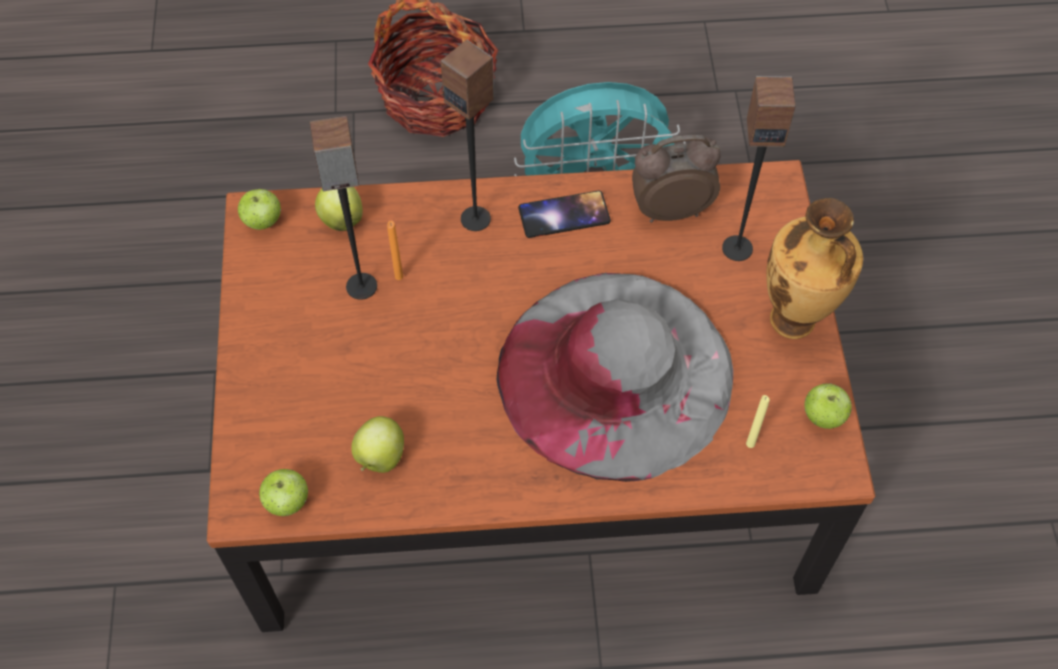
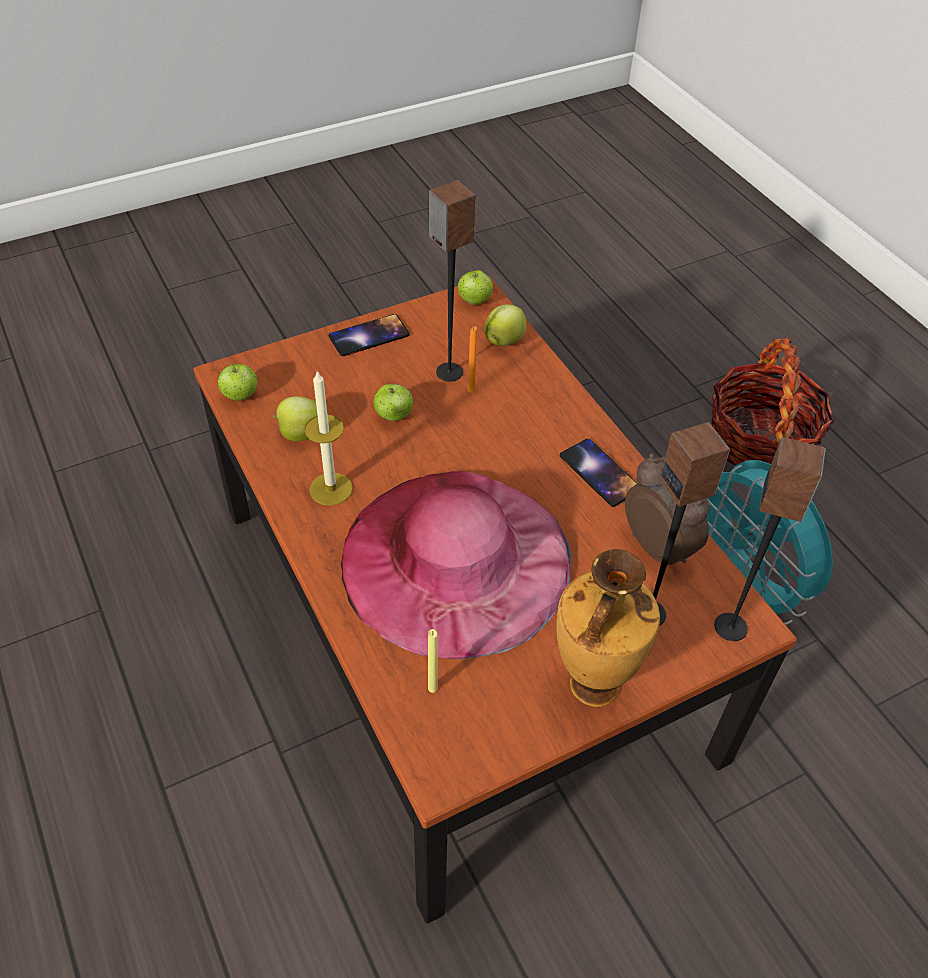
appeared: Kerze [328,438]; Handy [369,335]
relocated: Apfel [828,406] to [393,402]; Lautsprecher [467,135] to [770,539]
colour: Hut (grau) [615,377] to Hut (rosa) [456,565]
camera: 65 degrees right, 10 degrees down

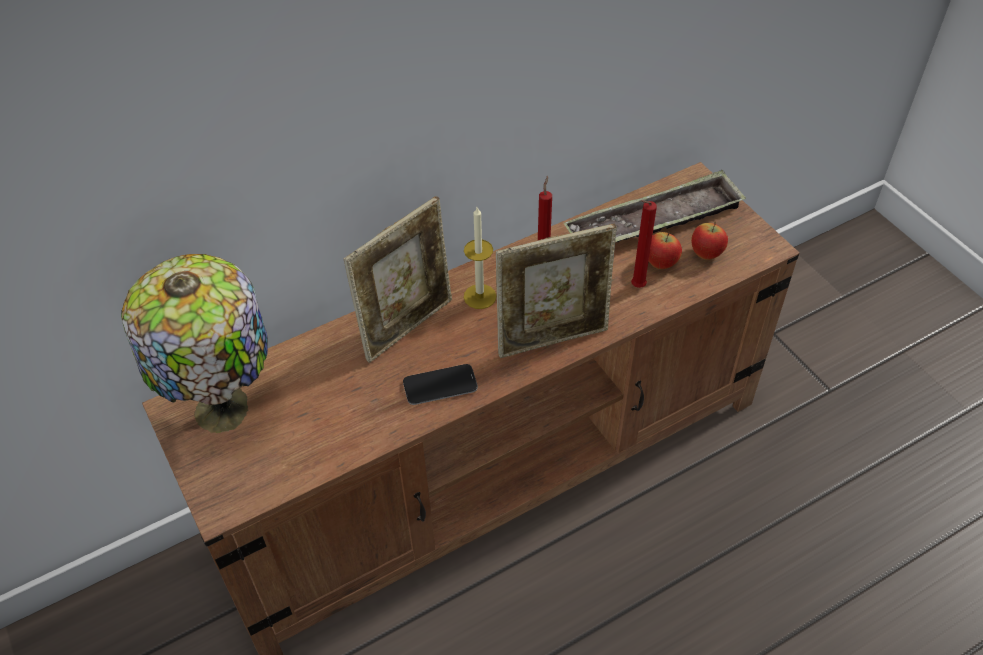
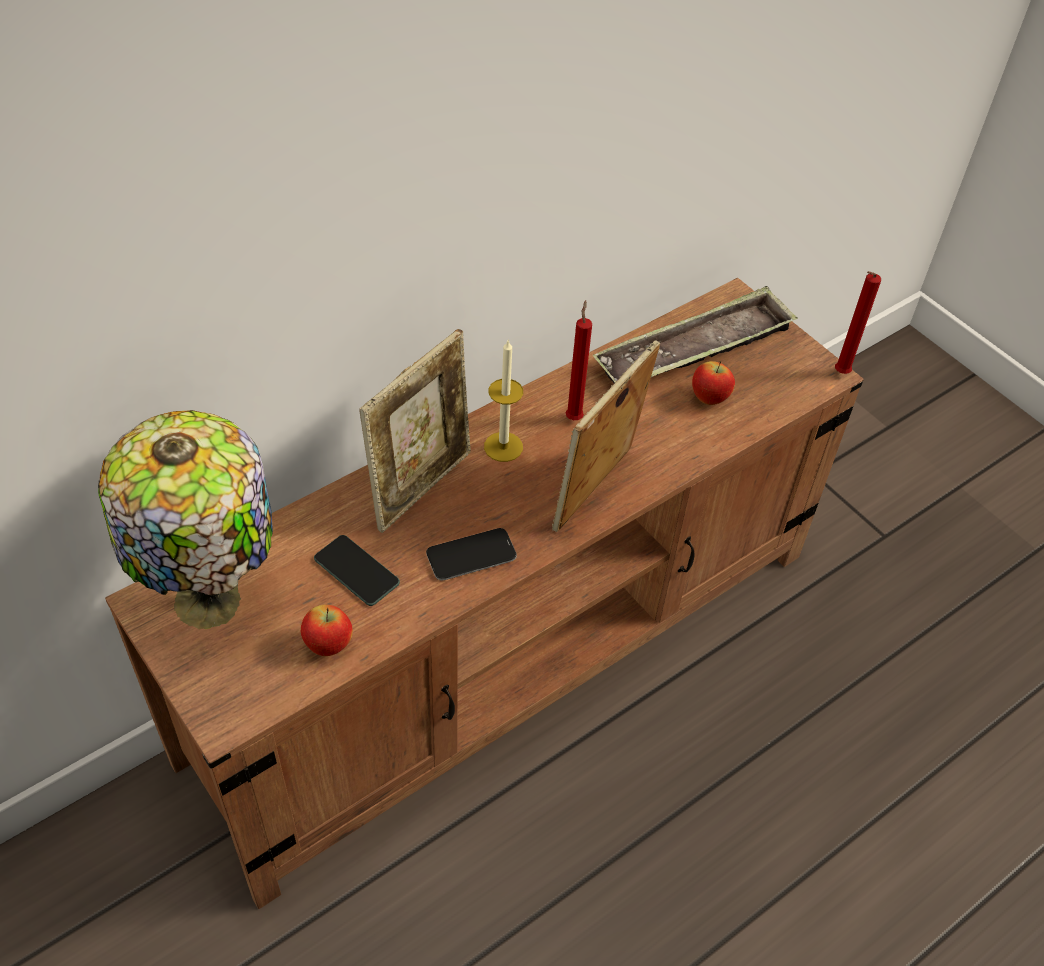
appeared: Handy [357,570]
relocated: Apfel [709,241] to [327,630]; Kerze (rot) [644,244] to [858,322]
spun: Bilderrahmen [556,291] = [606,436] 150 degrees clockwise
camera: 10 degrees left, 0 degrees up

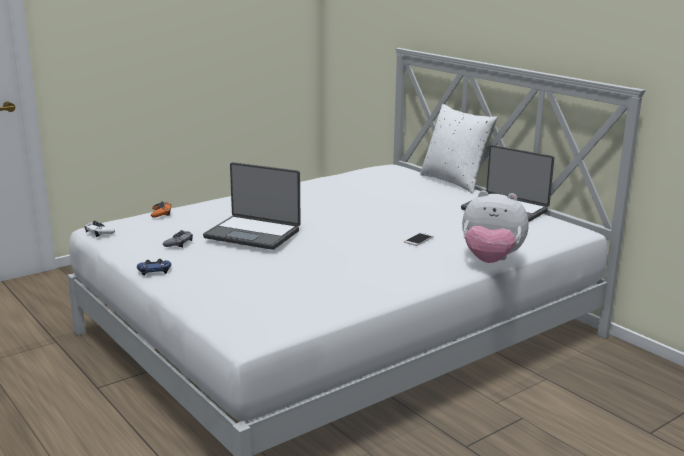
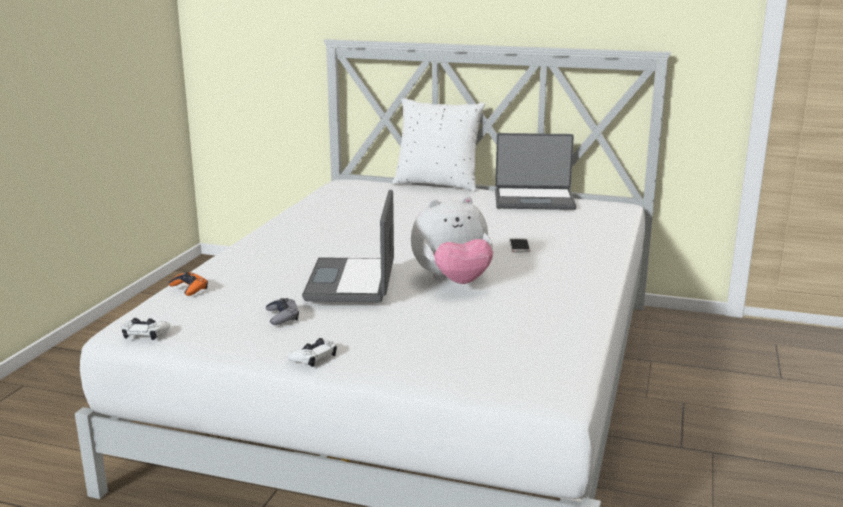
relocated: Plüschtier [495,226] to [452,240]
colour: Gamepad (blau) [154,267] to Gamepad (weiß) [312,352]
spun: Laptop [252,206] = [348,246] 105 degrees clockwise
camera: 35 degrees left, 0 degrees up

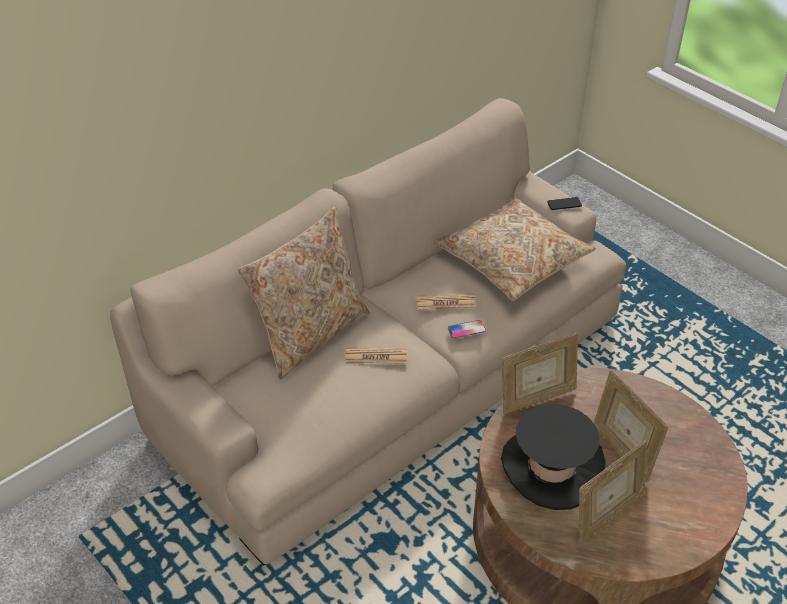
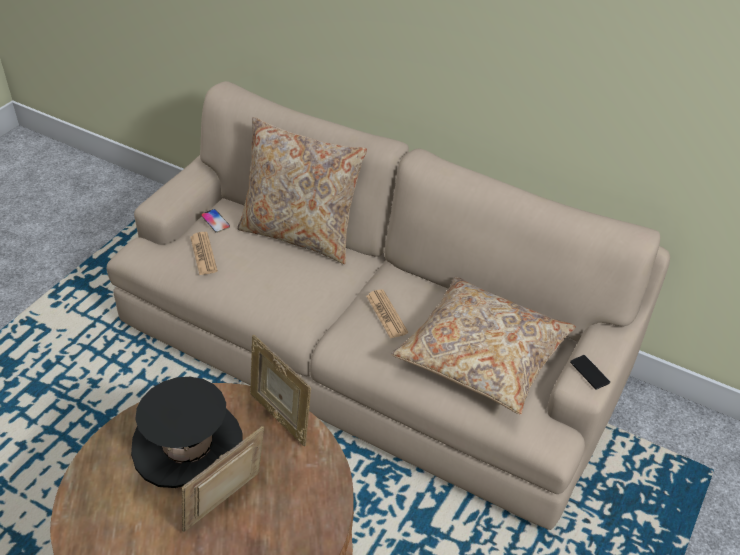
missing: Bilderrahmen [613,491]
relocated: Zeitung [376,355] to [204,253]; Handy [467,329] to [215,221]
camera: 70 degrees right, 0 degrees up

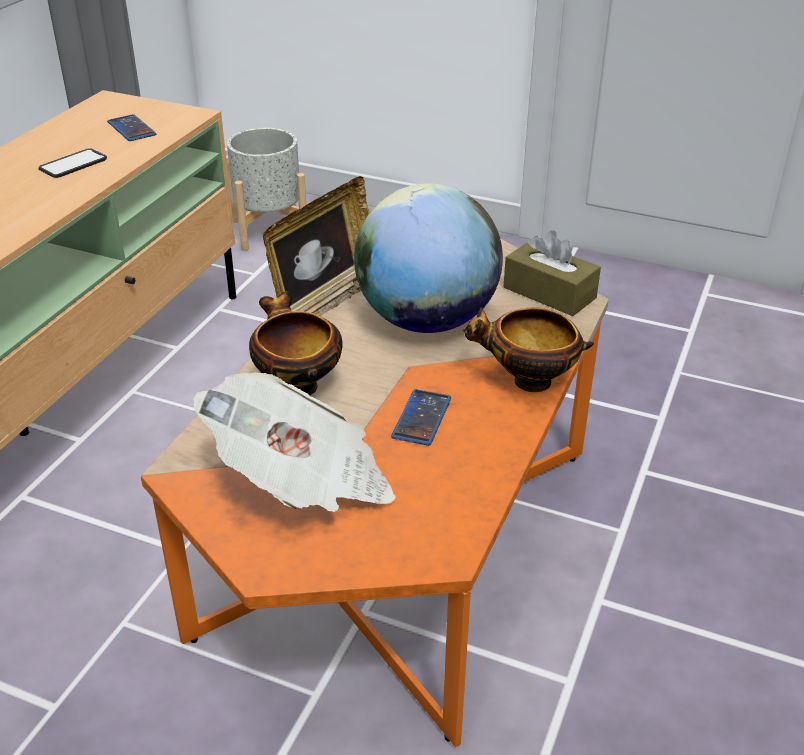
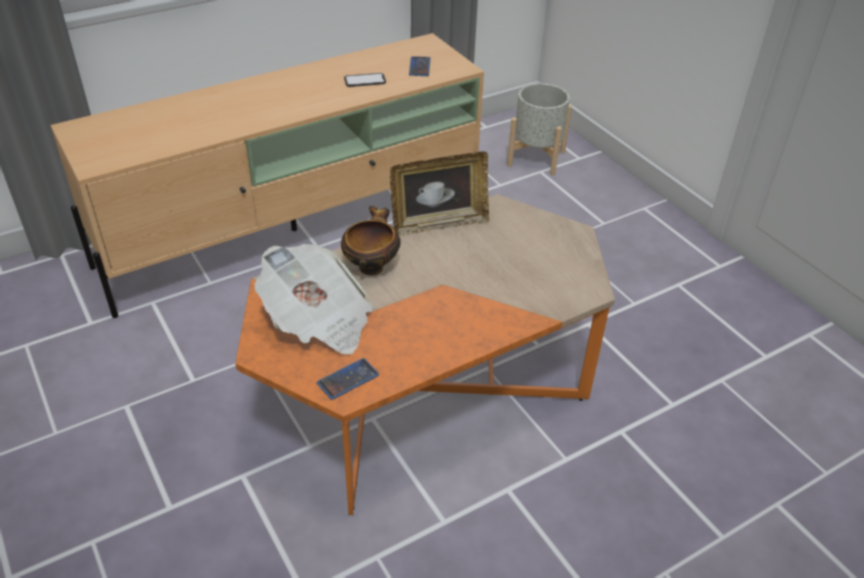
missing: Globus [428,258]; Schüssel [528,349]; Taschentuchbox (braun) [552,273]
relocated: Handy [421,417] to [348,379]
camera: 35 degrees right, 5 degrees up

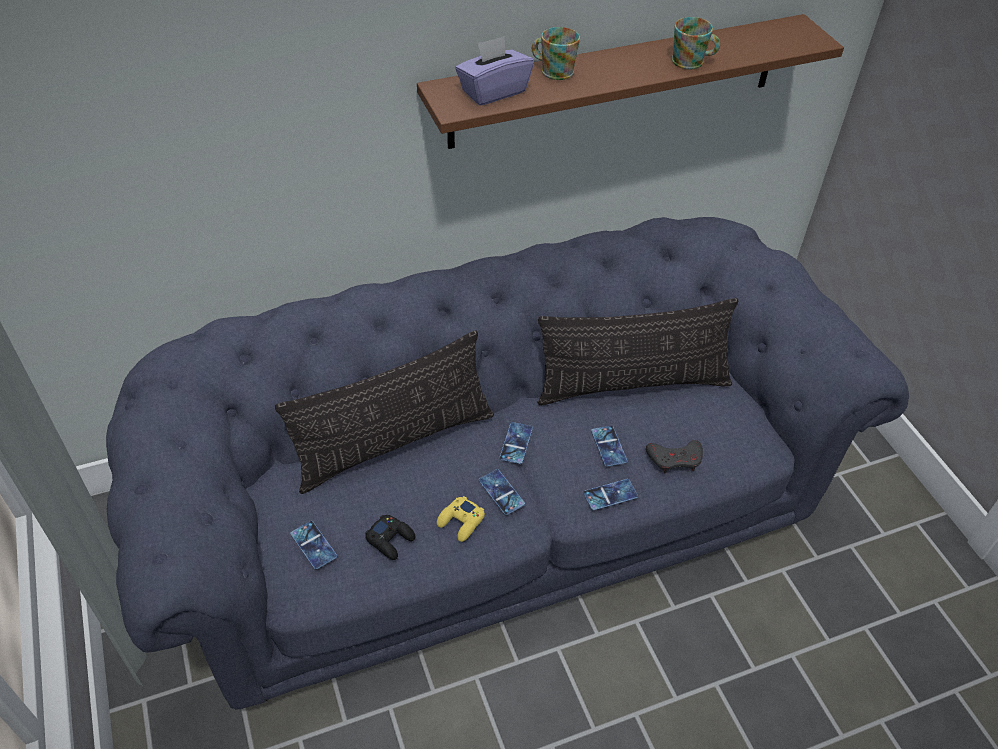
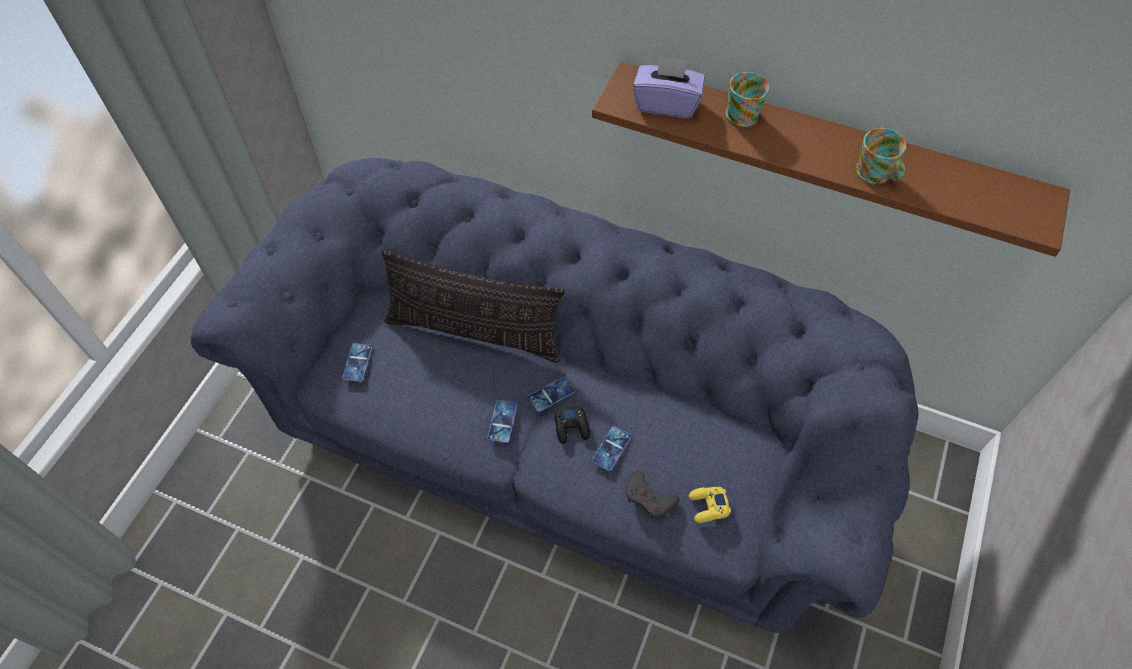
missing: Kissen [637,351]; Handy [610,495]
relocated: Gamepad (schwarz) [390,537] to [572,425]; Gamepad (gelb) [461,519] to [710,505]
camera: 45 degrees right, 10 degrees up

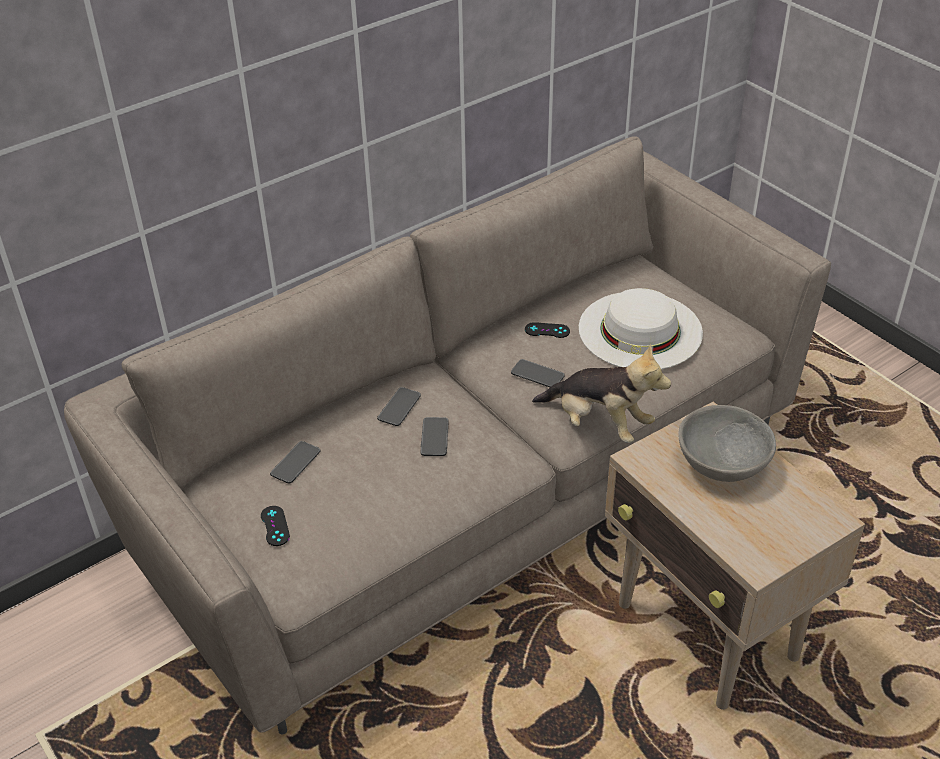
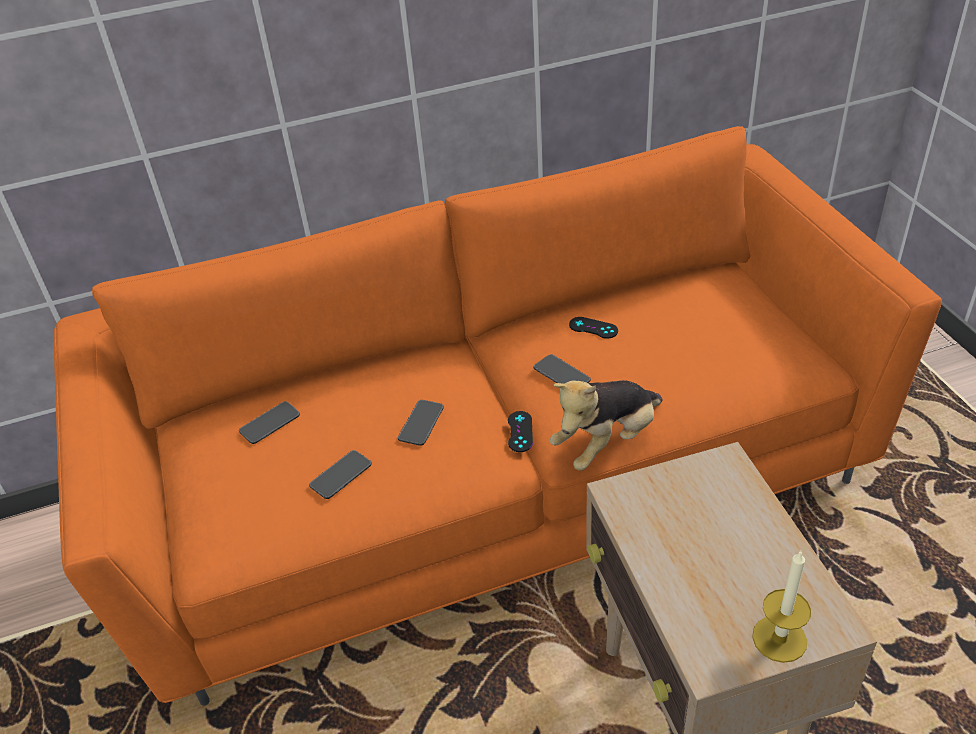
missing: Hut (weiß) [641,328]; Schüssel (grau) [727,443]
appeared: Kerze [781,607]
relocated: Handy [399,406] to [340,474]; Gamepad (schwarz) [275,526] to [520,431]
colour: Sofa (beige) [447,435] to Sofa (orange) [497,416]
spun: Plüschtier [601,393] = [606,425] 90 degrees clockwise
camera: 20 degrees right, 0 degrees up

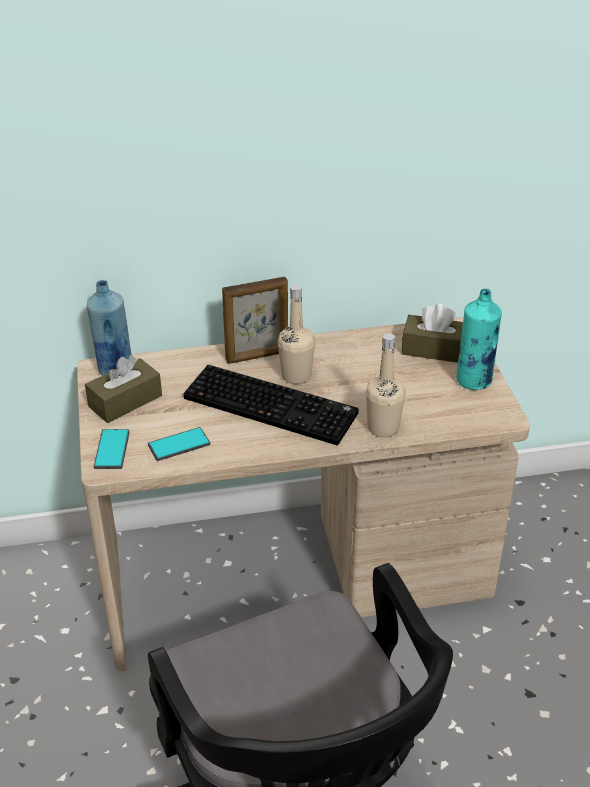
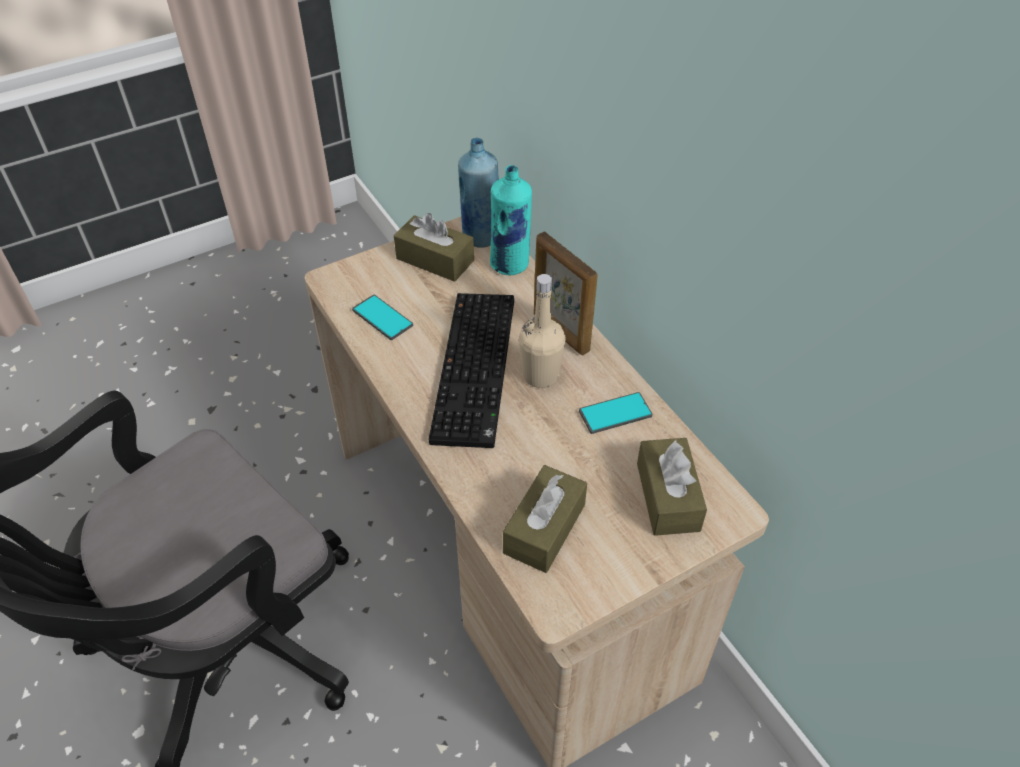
missing: Flasche (beige) [385,385]
appeared: Taschentuchbox (braun) [545,519]
relocated: Flasche (türkis) [479,339] to [511,220]; Handy [111,449] to [615,413]
camera: 70 degrees right, 10 degrees up

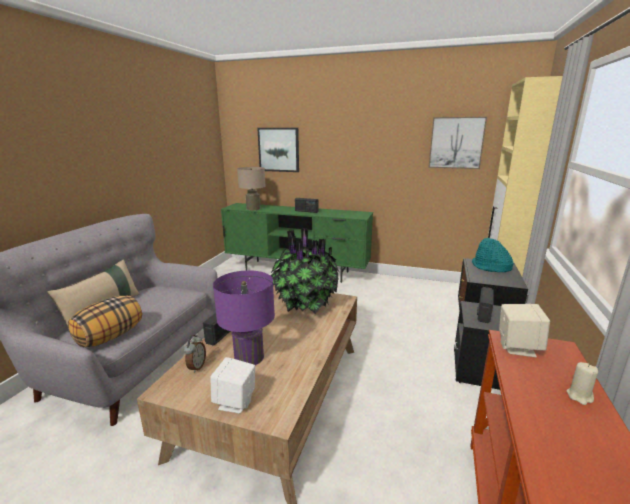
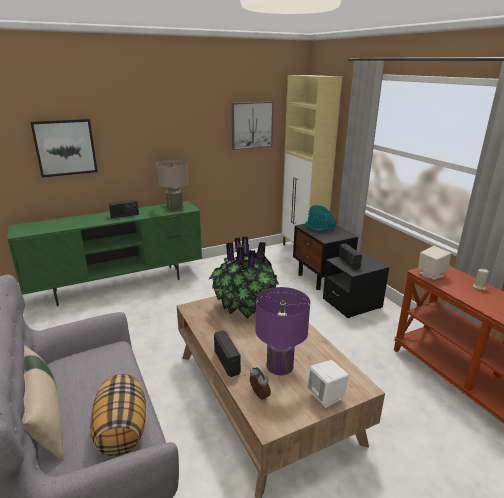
relocated: Tischlampe (beige) [251,188] to [172,185]
camera: 45 degrees left, 5 degrees up

